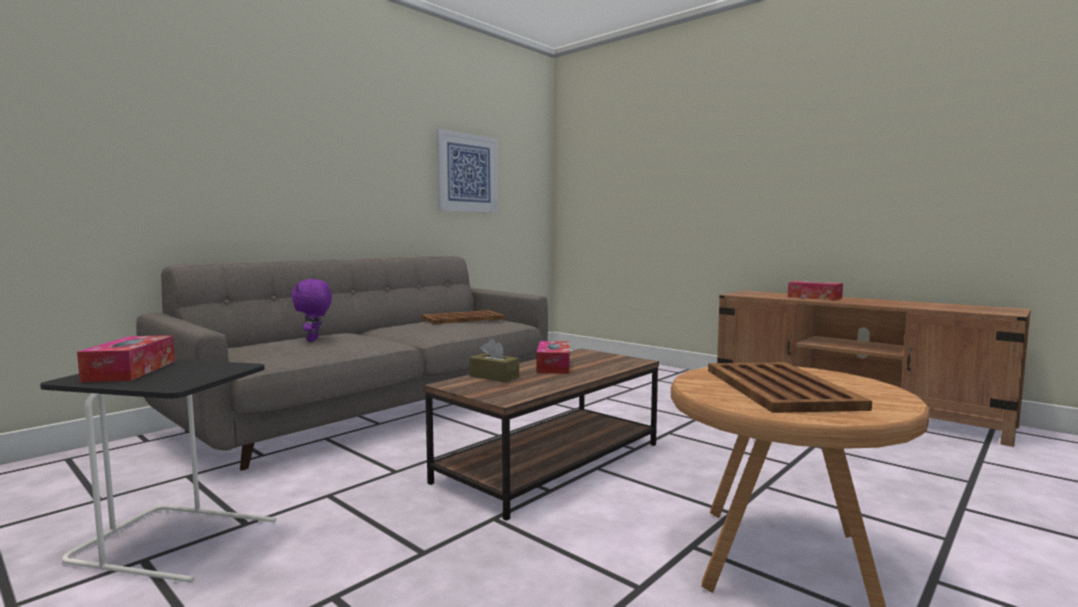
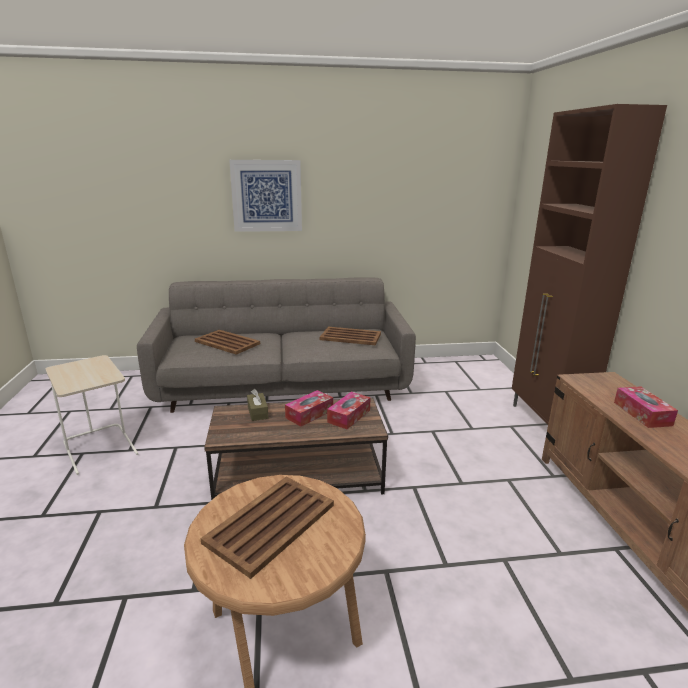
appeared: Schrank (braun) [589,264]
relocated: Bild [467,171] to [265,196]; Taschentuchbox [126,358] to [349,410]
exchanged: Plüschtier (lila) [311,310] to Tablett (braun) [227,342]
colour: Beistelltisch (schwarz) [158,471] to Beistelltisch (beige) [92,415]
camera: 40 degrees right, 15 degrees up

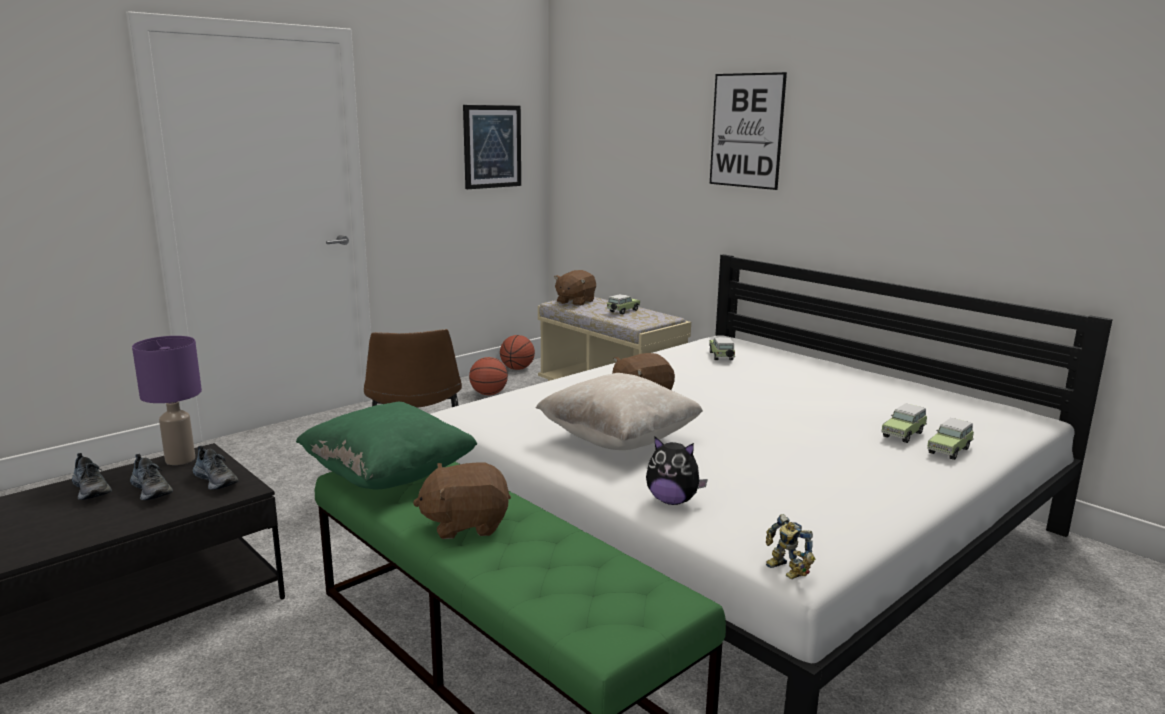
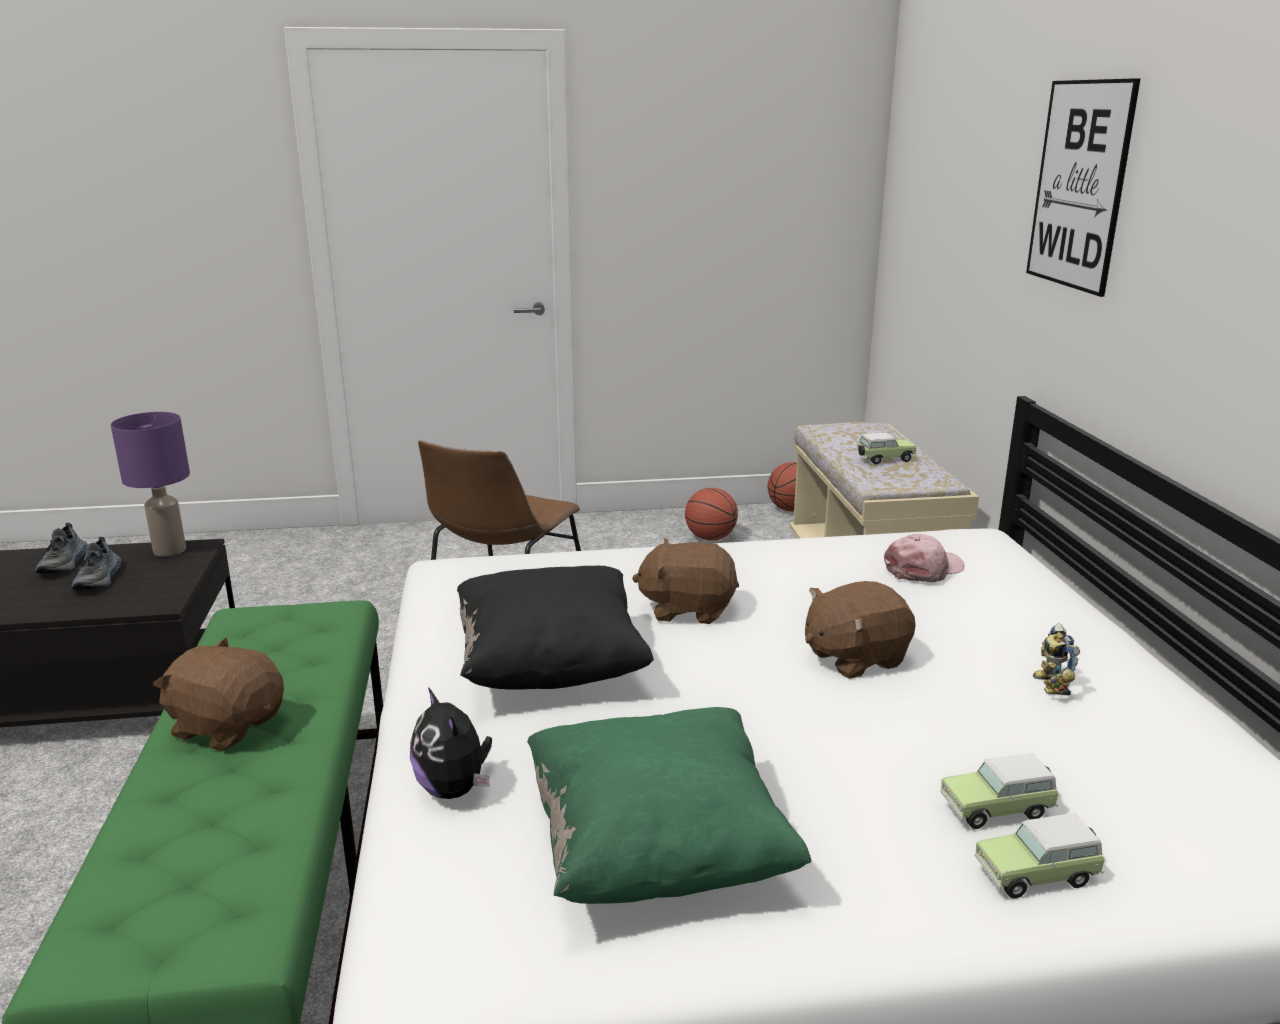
missing: Schuh [216,468]; Bild [492,147]
relocated: Kissen (grün) [386,445] to [669,805]; Plüschtier (braun) [575,288] to [860,630]; Spielzeugroboter [790,546] to [1056,659]
exchanged: Spielzeugauto [722,348] to Kappe (rosa) [924,558]
colour: Kissen (beige) [619,411] to Kissen (schwarz) [555,628]
camera: 35 degrees right, 5 degrees up

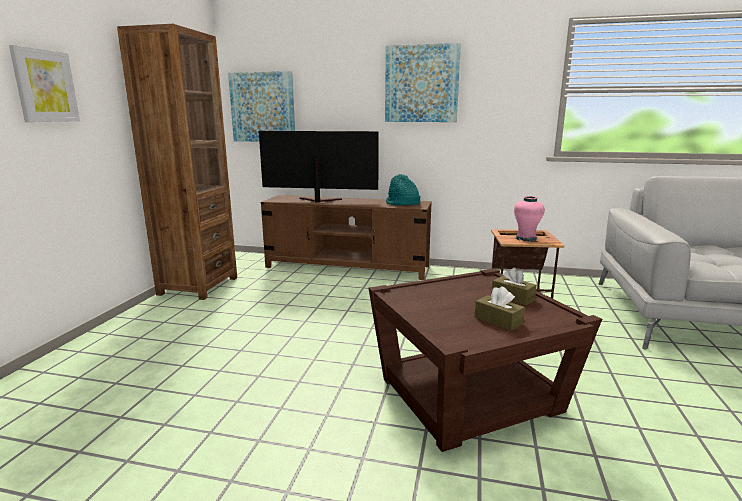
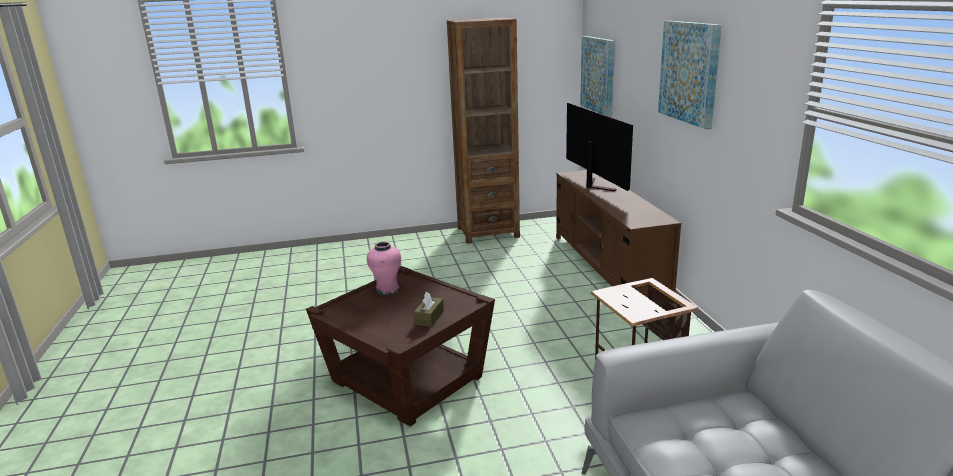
missing: Bild [44,83]; Hut (türkis) [403,190]; Taschentuchbox (braun) [500,308]
relocated: Vase (rosa) [529,218] to [384,268]
camera: 65 degrees right, 5 degrees up

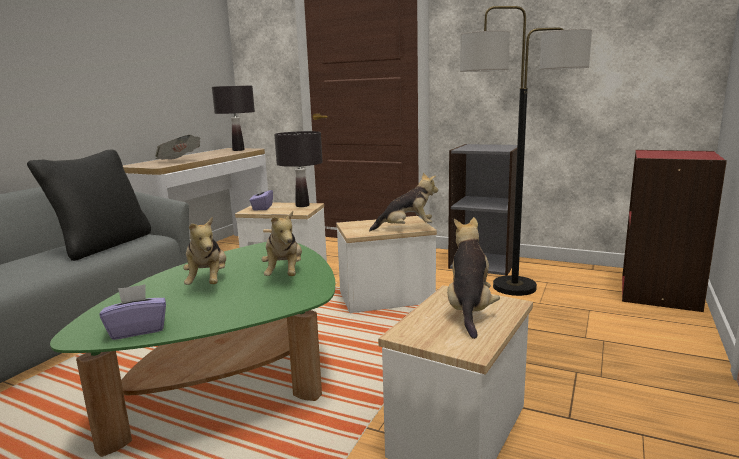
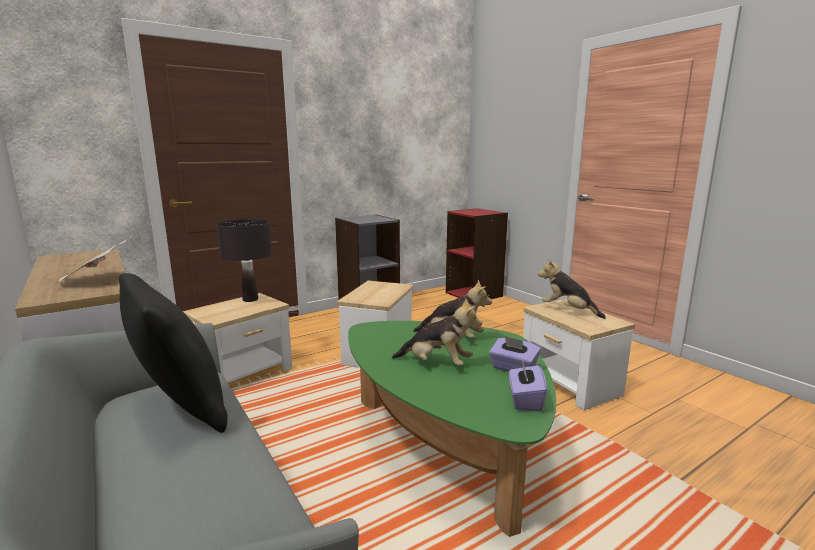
missing: Tischlampe (schwarz) [233,118]; Plüschtier [403,201]; Stehlampe [526,151]
relocated: Taschentuchbox (lila) [261,197] to [515,354]
camera: 60 degrees left, 0 degrees up

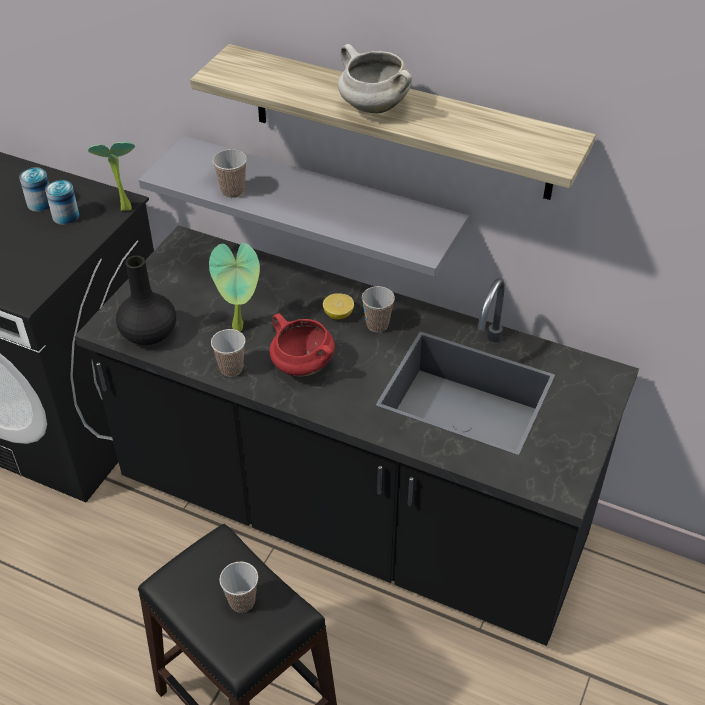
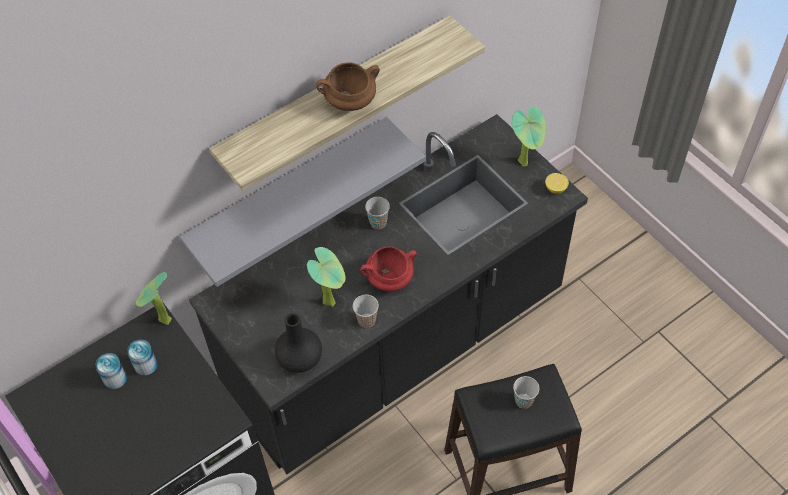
missing: Tasse [230,173]
appeared: Topfpflanze [528,136]
relocated: Zitrone [338,306] to [557,183]
colour: Kochtopf (weiß) [375,78] to Kochtopf (braun) [348,87]
camera: 60 degrees left, 10 degrees up

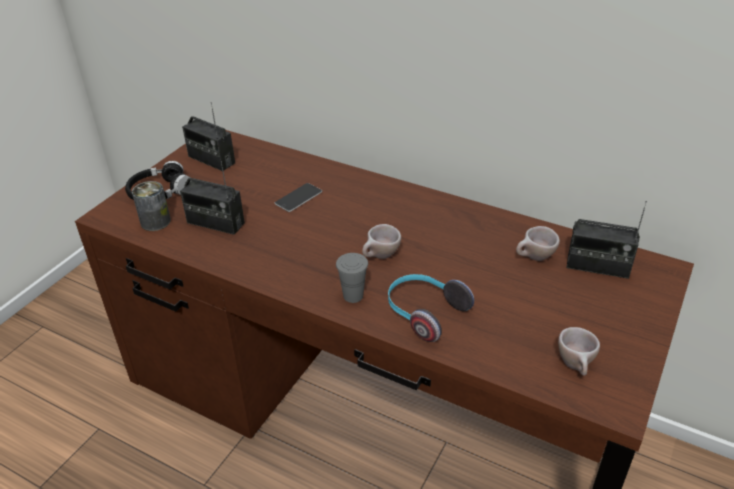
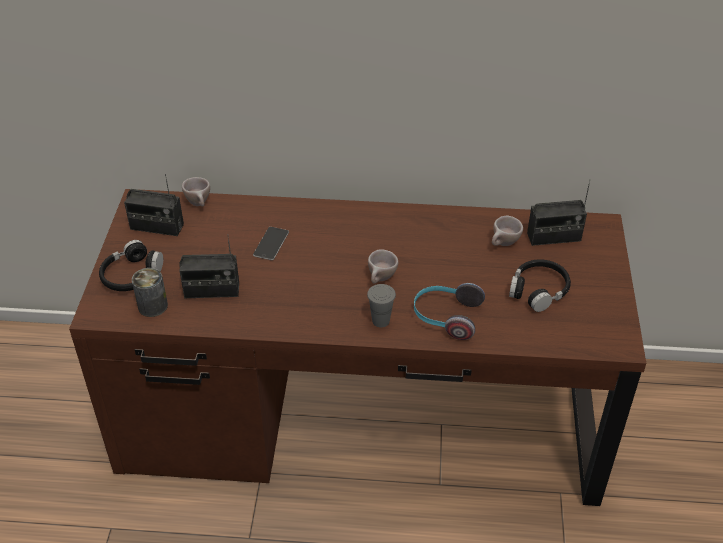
appeared: Kopfhörer (schwarz) [540,285]
relocated: Tasse (beige) [579,351] to [196,192]
camera: 25 degrees left, 5 degrees up

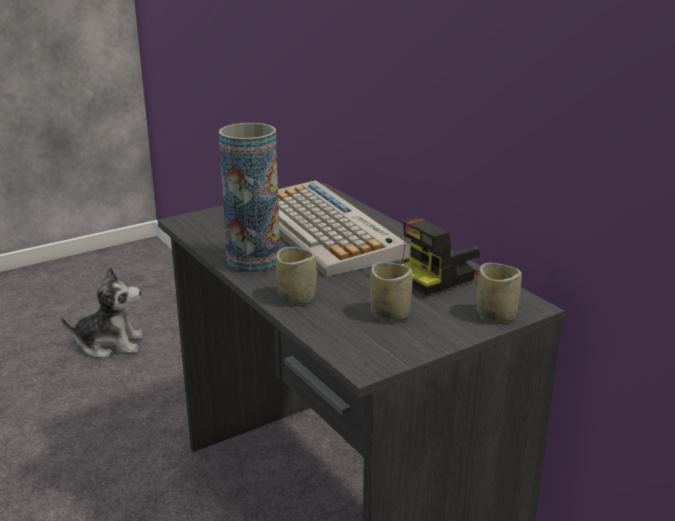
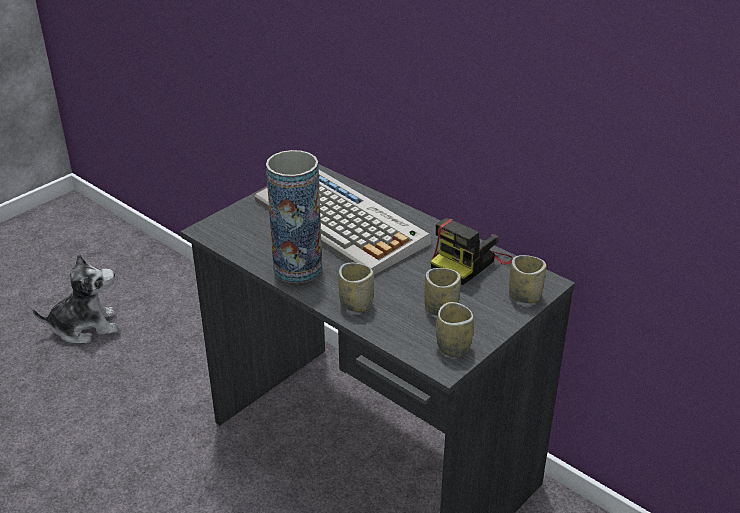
appeared: Tasse [455,330]
camera: 15 degrees left, 10 degrees up

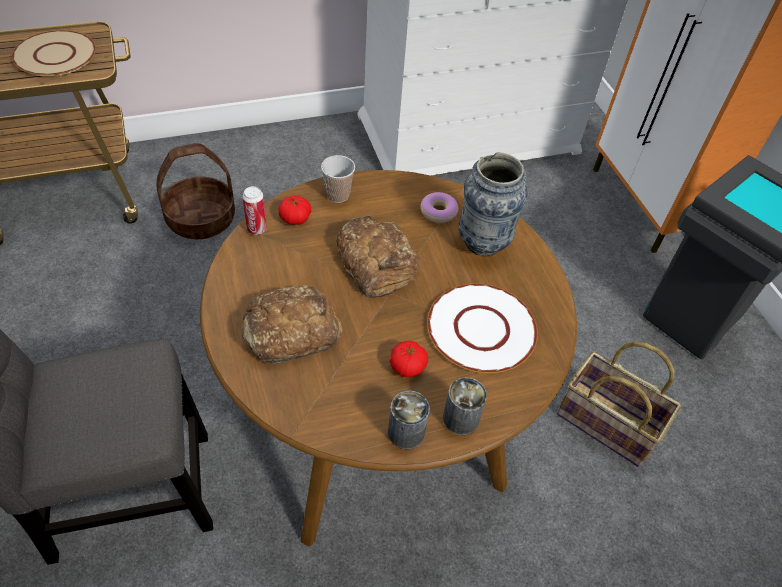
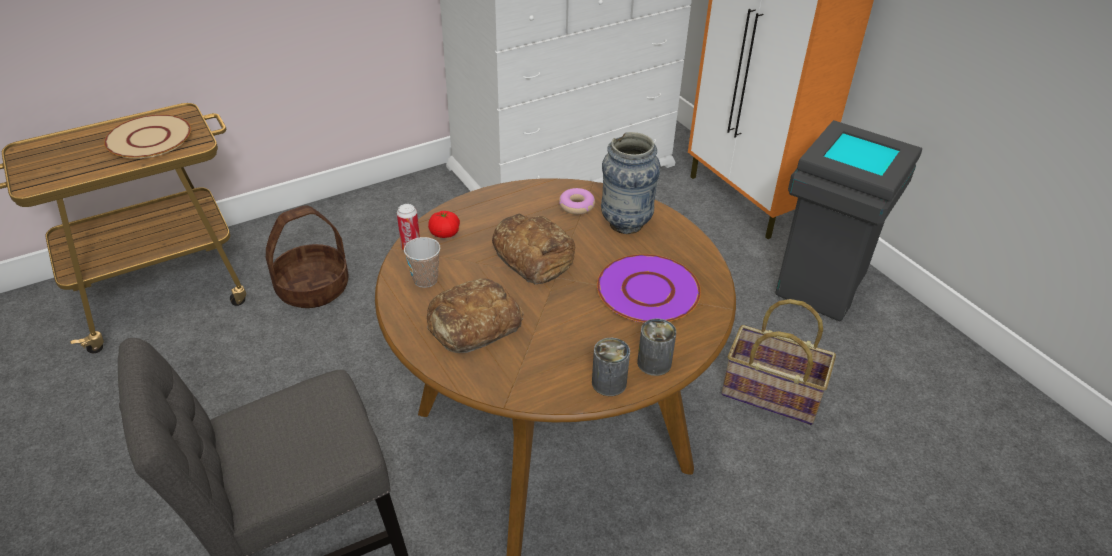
missing: Tomate [409,359]
relocated: Tasse [338,179] to [422,262]
colour: Teller (weiß) [482,328] to Teller (lila) [649,288]
camera: 10 degrees left, 10 degrees down

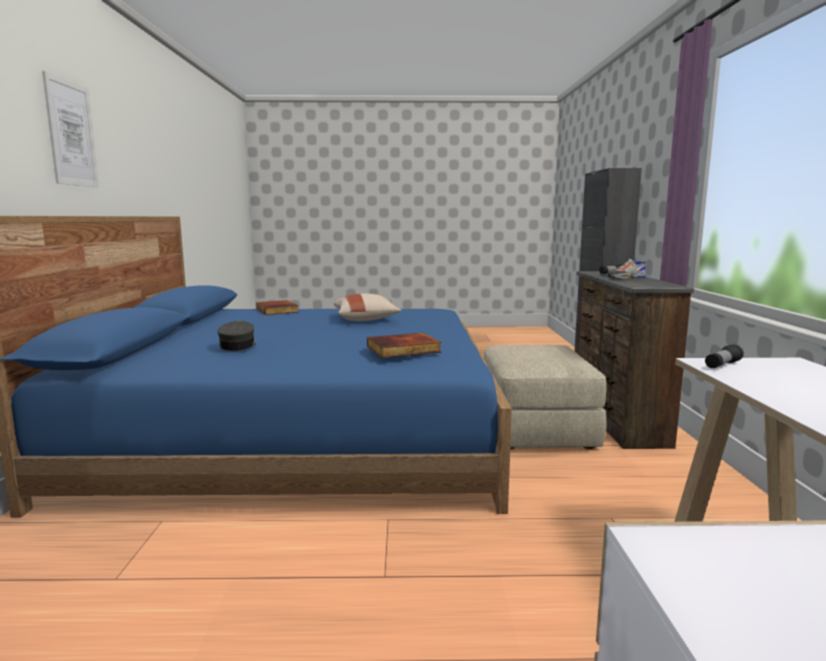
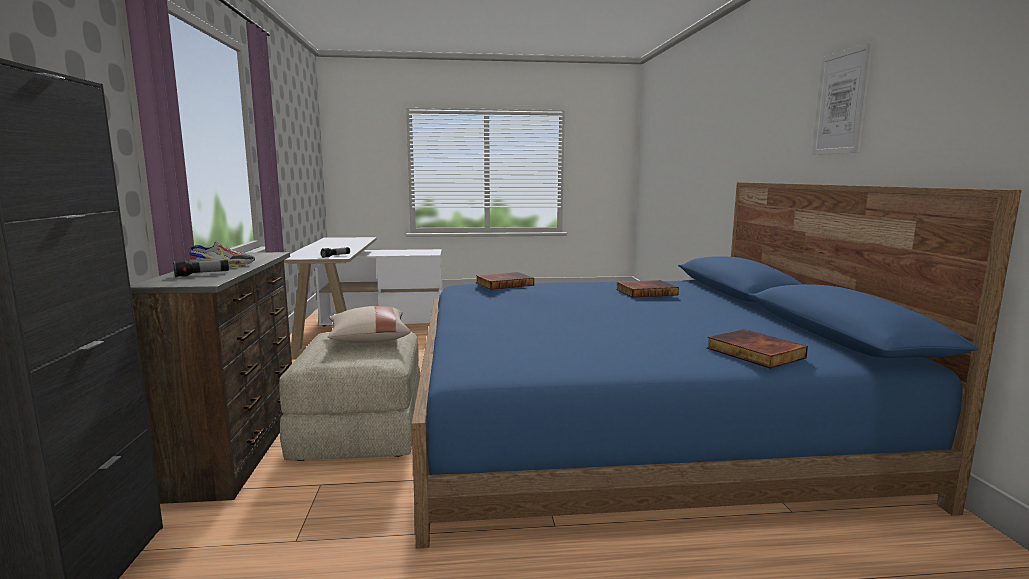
relocated: Kissen (beige) [367,307] to [369,324]
exchanged: Kappe (grau) [236,336] to Buch [647,289]
camera: 175 degrees right, 0 degrees up

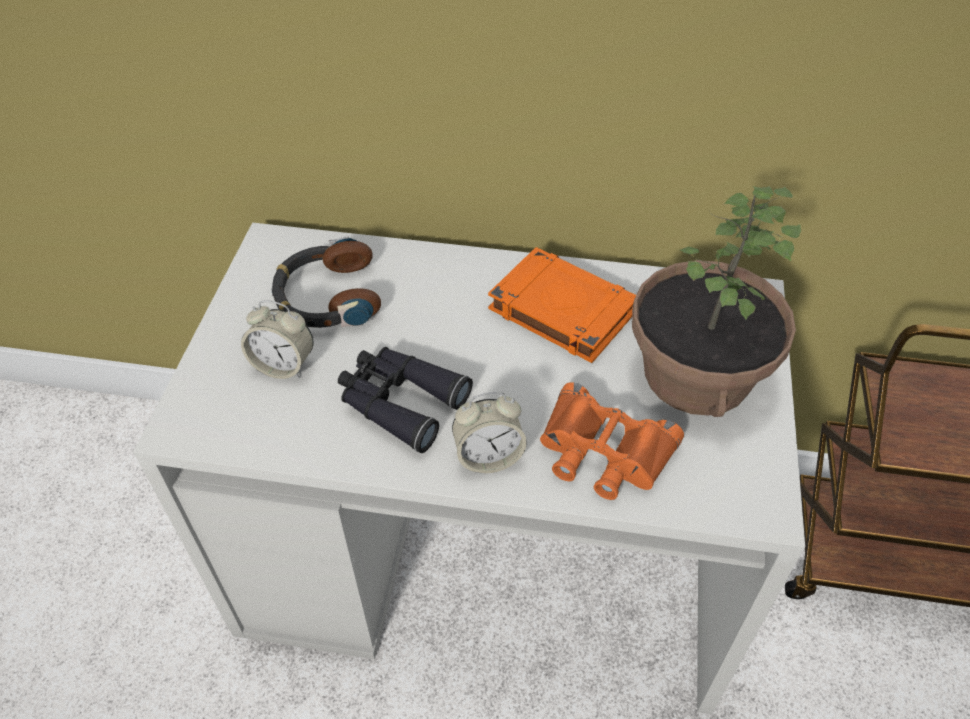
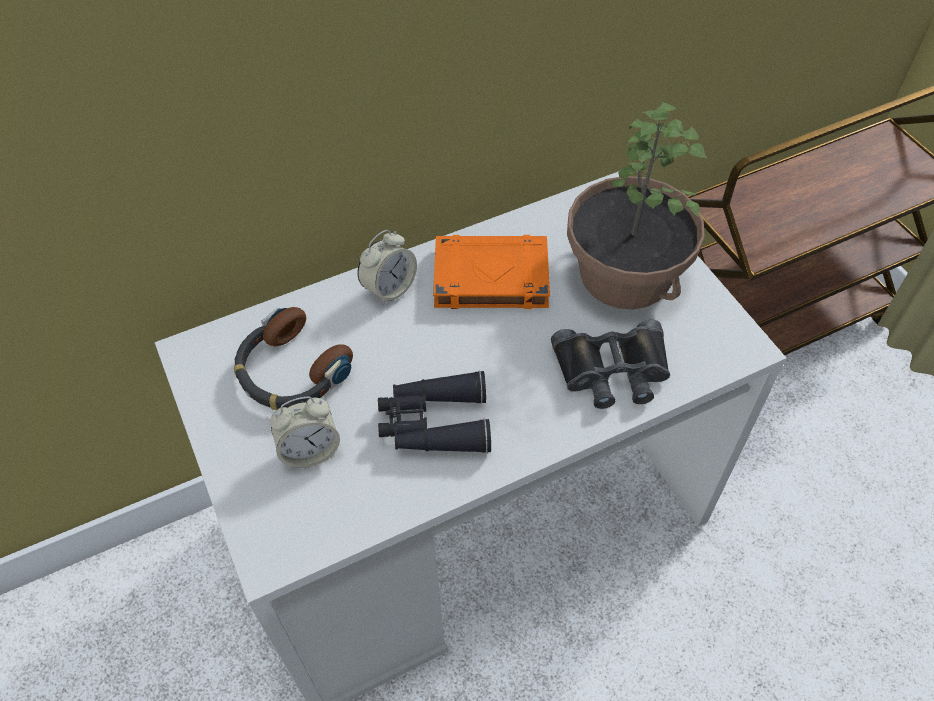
relocated: Wecker [489,432] to [387,267]
colour: Fernglas (orange) [612,441] to Fernglas (schwarz) [610,364]
camera: 35 degrees left, 5 degrees up

